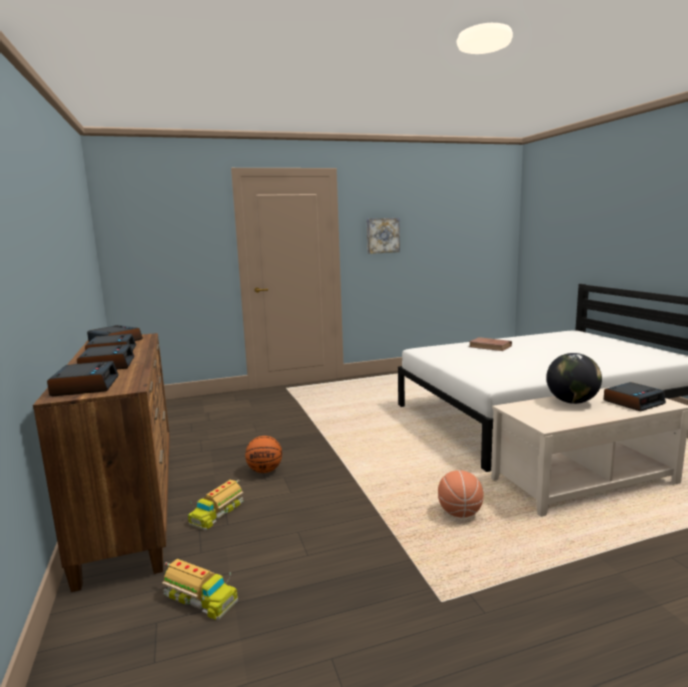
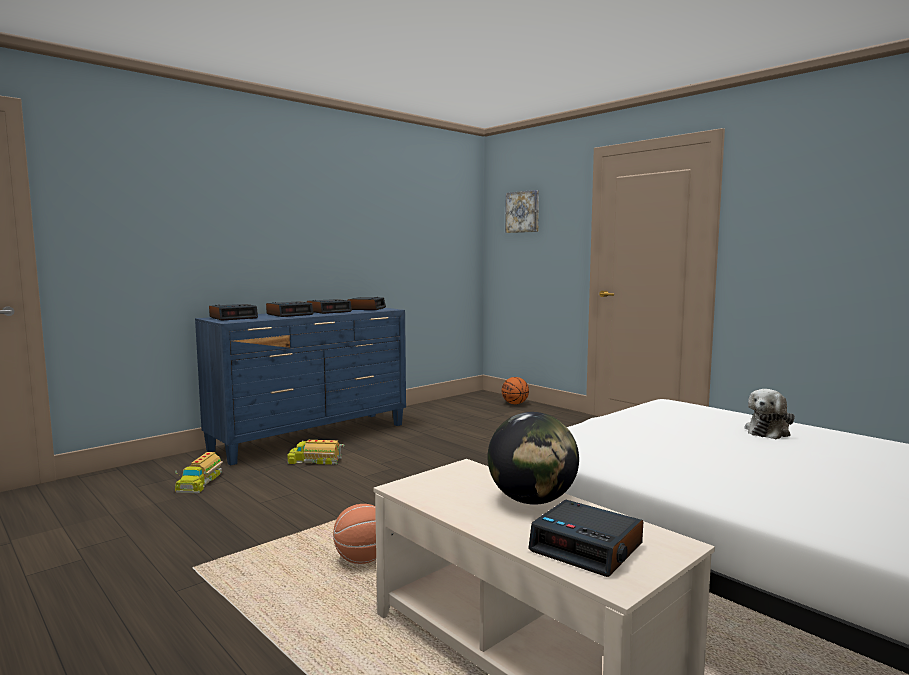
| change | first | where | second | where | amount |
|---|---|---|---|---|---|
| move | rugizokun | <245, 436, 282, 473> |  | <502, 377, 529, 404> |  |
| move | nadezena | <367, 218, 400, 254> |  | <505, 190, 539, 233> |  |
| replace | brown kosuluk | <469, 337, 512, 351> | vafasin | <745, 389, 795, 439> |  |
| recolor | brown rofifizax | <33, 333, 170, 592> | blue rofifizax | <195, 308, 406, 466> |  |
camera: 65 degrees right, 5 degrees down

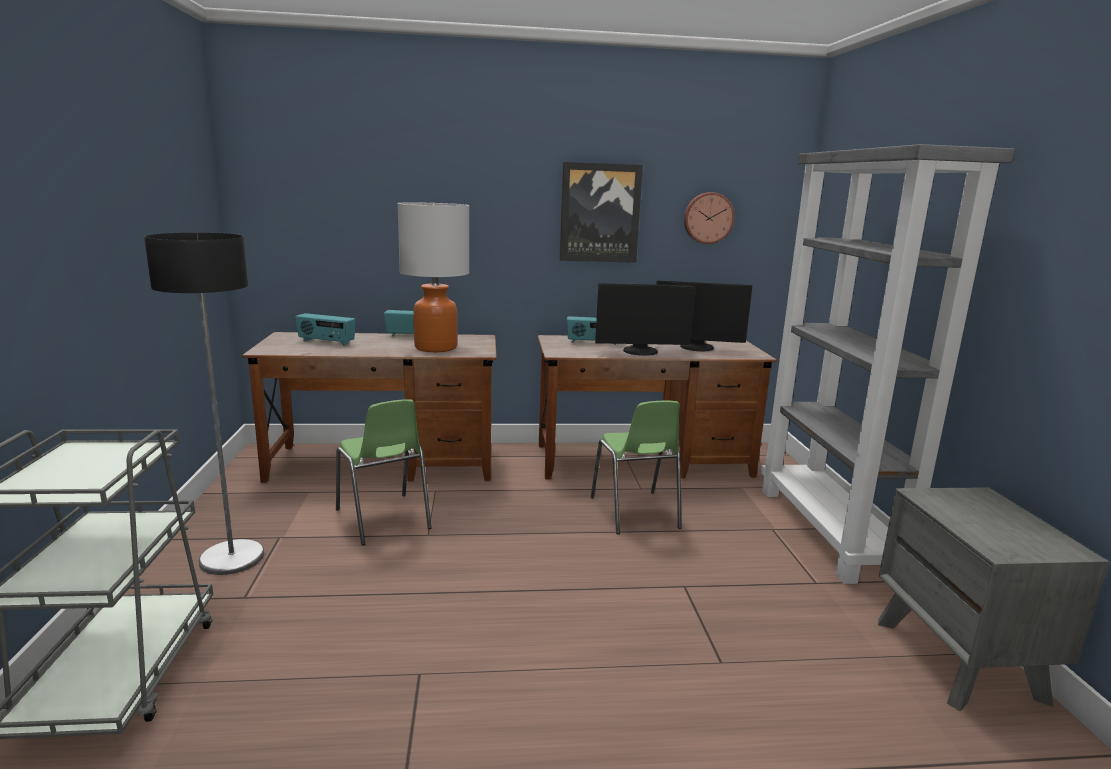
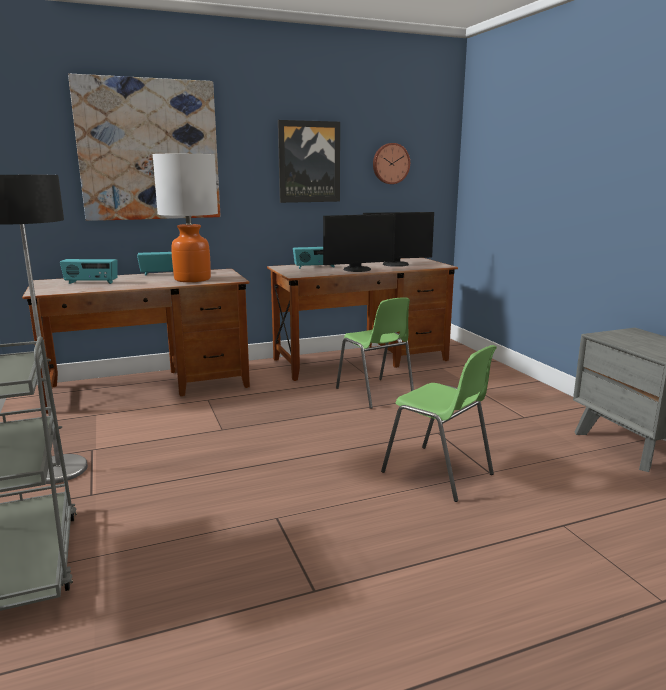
| change | first | where | second | where | amount |
|---|---|---|---|---|---|
| delete | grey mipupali | <761, 144, 1015, 584> |  |  |  |
| insert |  |  | nadezena | <68, 74, 220, 221> |  |
| move | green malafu | <336, 399, 432, 545> |  | <381, 345, 497, 502> |  |
camera: 15 degrees left, 0 degrees up

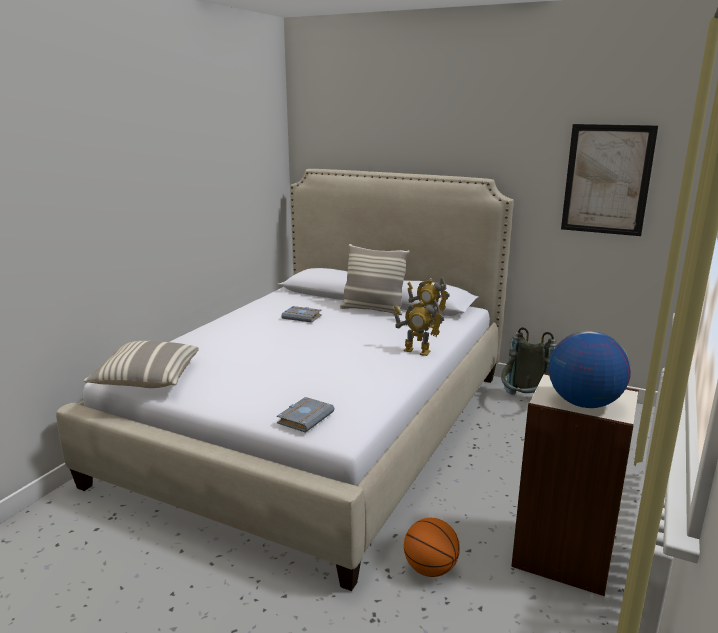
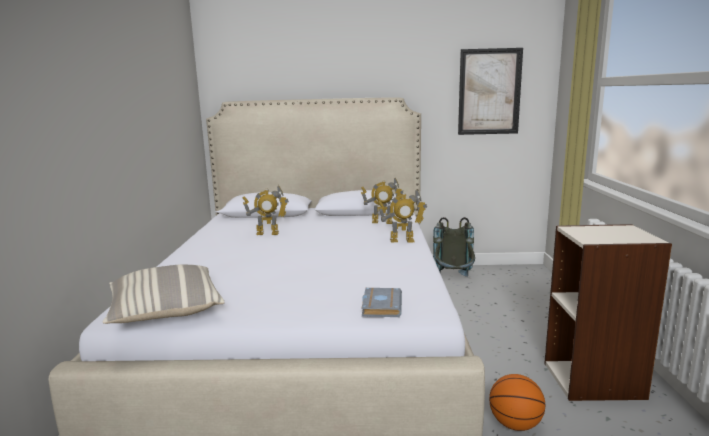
| change | first | where | second | where | amount |
|---|---|---|---|---|---|
| delete | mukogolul | <340, 244, 410, 315> |  |  |  |
| delete | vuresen | <549, 331, 631, 408> |  |  |  |
| replace | grey kosuluk | <281, 306, 322, 323> | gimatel | <243, 185, 289, 235> |  |
camera: 25 degrees left, 5 degrees down

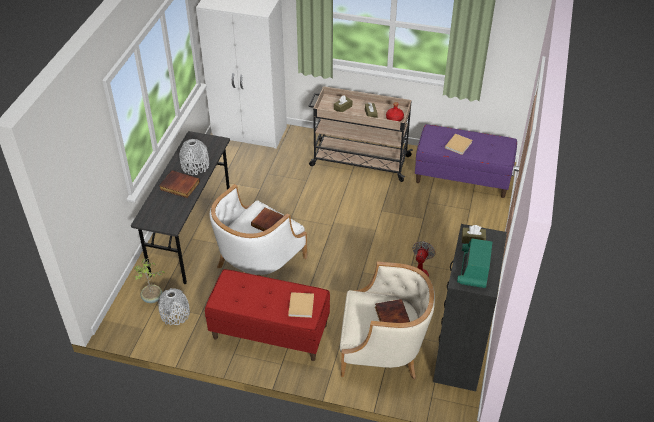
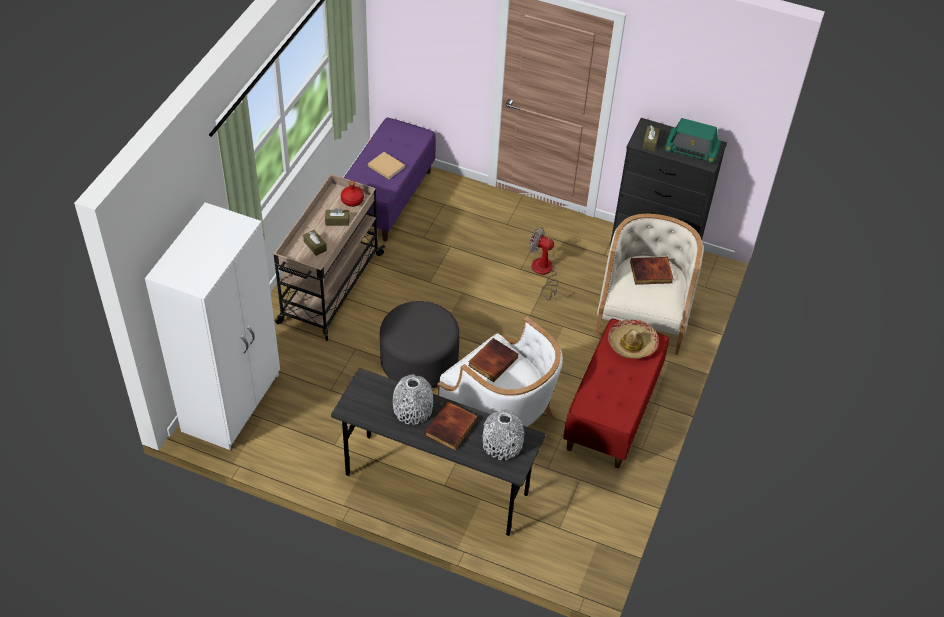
| change | first | where | second | where | amount |
|---|---|---|---|---|---|
| delete | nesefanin | <134, 258, 165, 303> |  |  |  |
| insert |  |  | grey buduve | <380, 301, 460, 388> |  |
| move | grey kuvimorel | <158, 288, 190, 325> |  | <483, 410, 524, 460> |  |
| replace | beige kosuluk | <288, 292, 314, 318> | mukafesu | <608, 320, 659, 359> |  |
camera: 85 degrees left, 5 degrees up

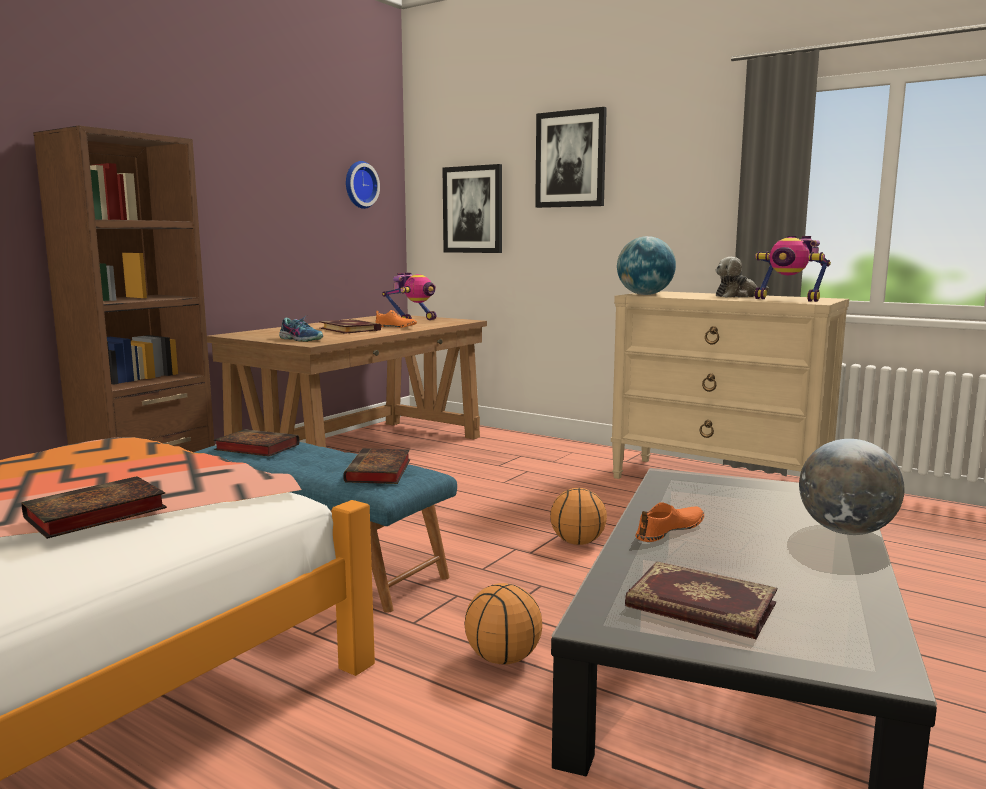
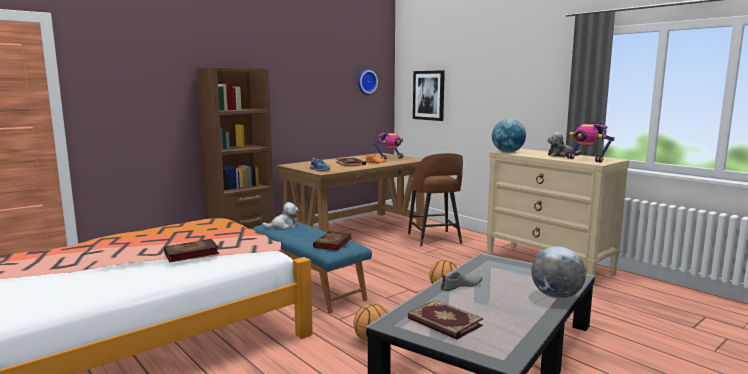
| change | first | where | second | where | amount |
|---|---|---|---|---|---|
| delete | nadezena | <535, 107, 607, 208> |  |  |  |
| insert |  |  | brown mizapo | <408, 153, 463, 247> |  |
| replace | kosuluk | <213, 429, 300, 456> | vafasin | <262, 202, 299, 229> |  |
| recolor | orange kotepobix | <635, 502, 704, 542> | grey kotepobix | <440, 272, 483, 291> |  |
camera: 15 degrees right, 0 degrees up

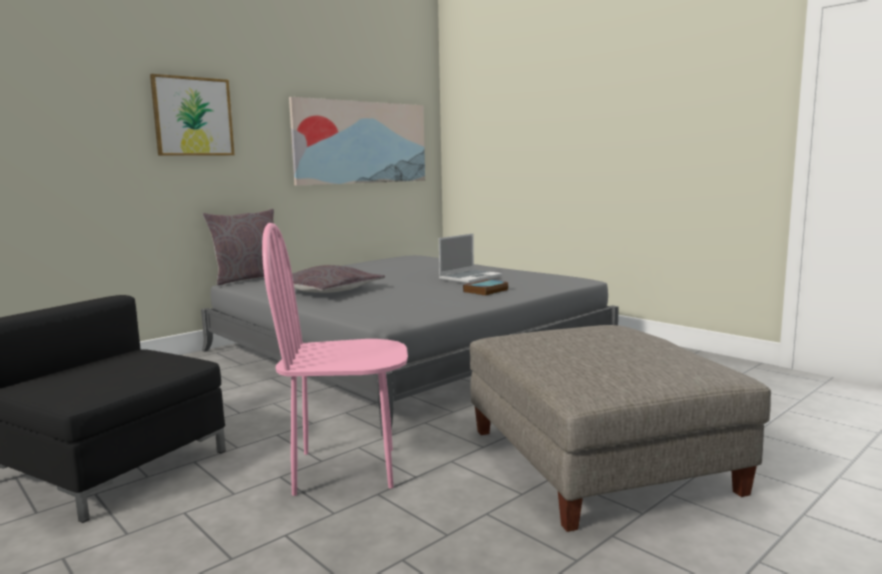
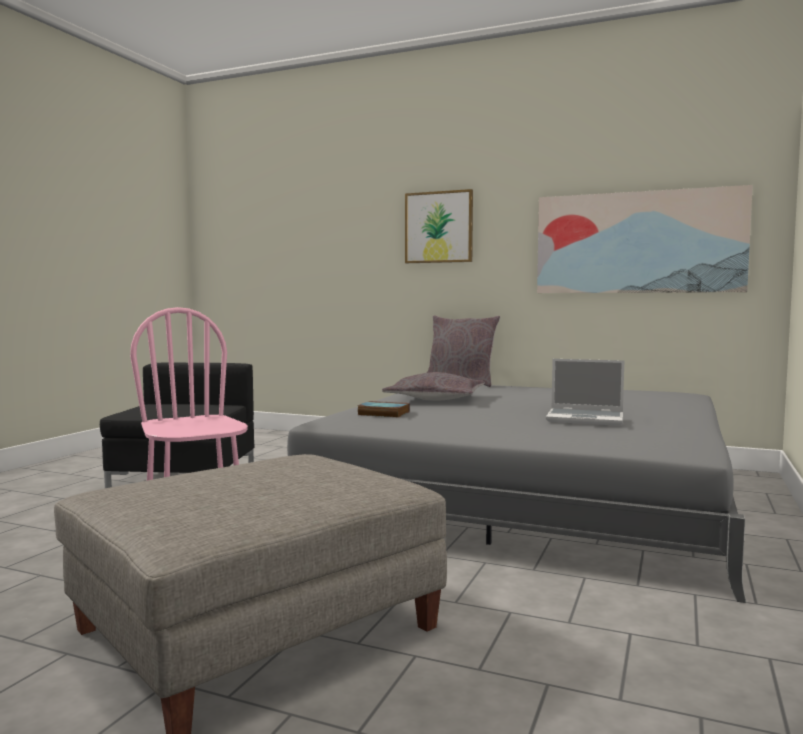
| change | first | where | second | where | amount |
|---|---|---|---|---|---|
| move | kosuluk | <463, 279, 508, 296> |  | <357, 401, 410, 417> |  |
camera: 65 degrees right, 5 degrees down

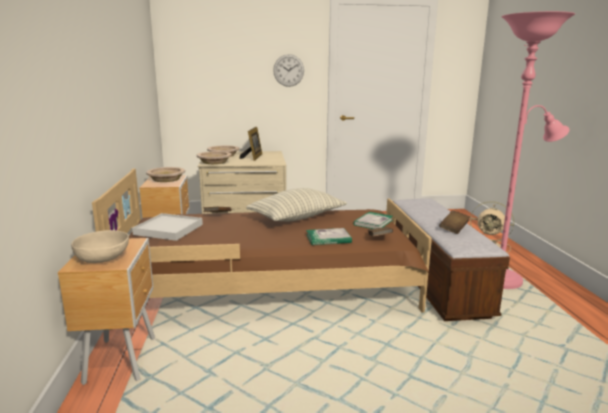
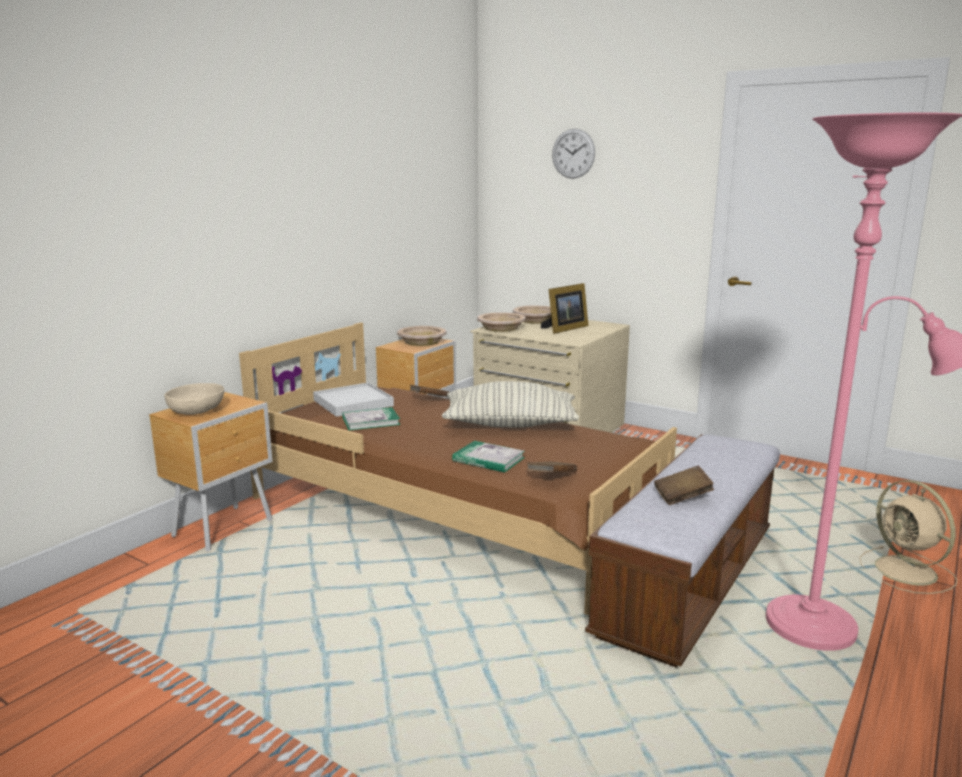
| change | first | where | second | where | amount |
|---|---|---|---|---|---|
| move | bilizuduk | <273, 54, 304, 87> |  | <552, 129, 595, 179> |  |
| move | kosuluk | <353, 212, 393, 229> |  | <342, 407, 400, 431> |  |
camera: 40 degrees right, 0 degrees up

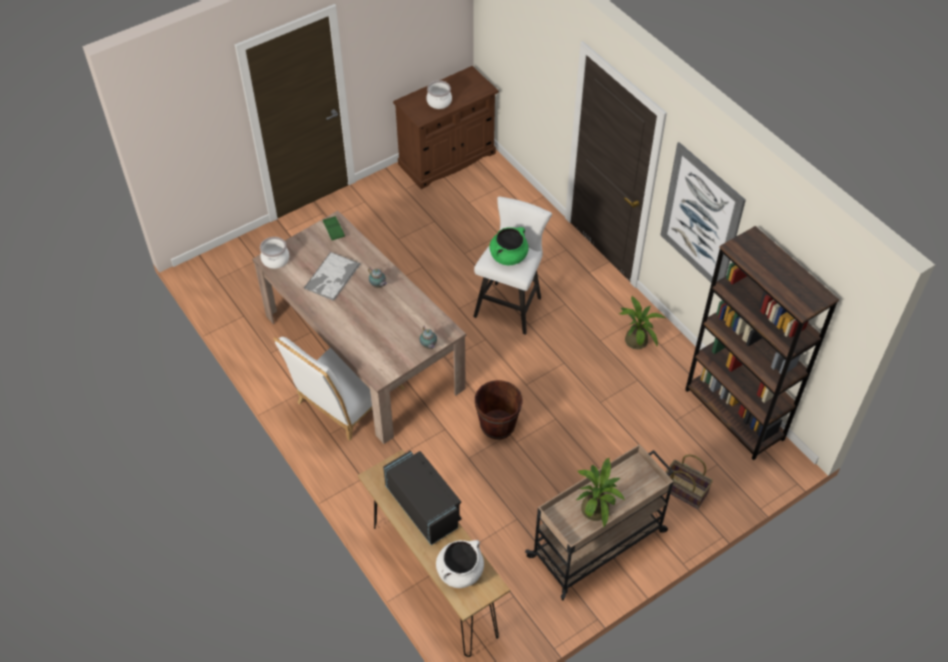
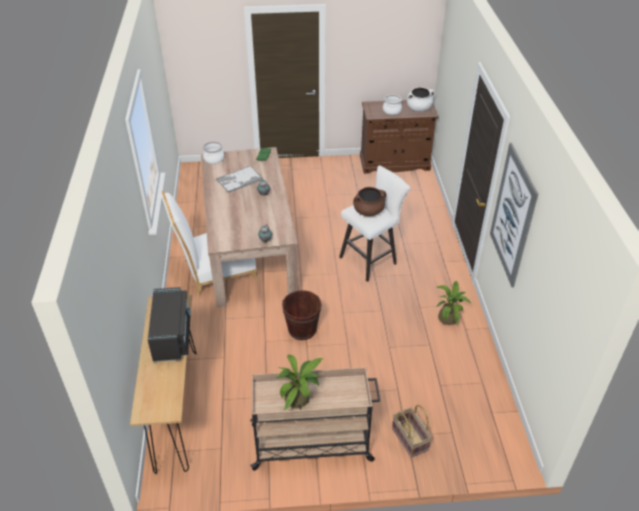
| change | first | where | second | where | amount |
|---|---|---|---|---|---|
| delete | brown mipupali | <685, 226, 839, 460> |  |  |  |
| move | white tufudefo | <436, 540, 484, 588> |  | <407, 87, 434, 111> |  |
| recolor | green tufudefo | <489, 227, 529, 265> | brown tufudefo | <353, 187, 386, 216> |  |
camera: 30 degrees right, 10 degrees down

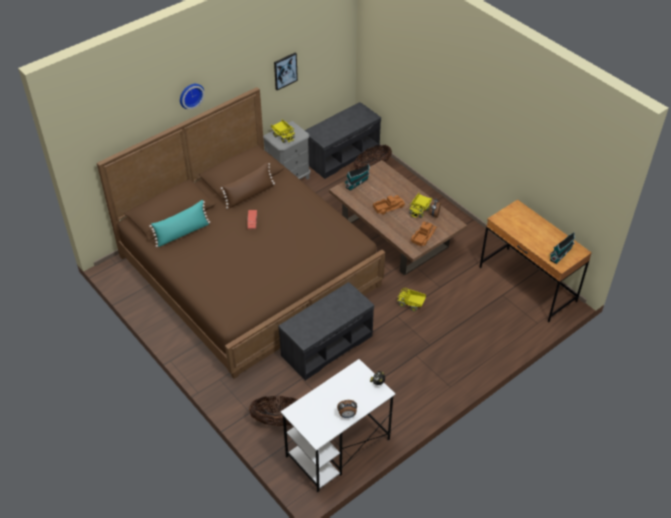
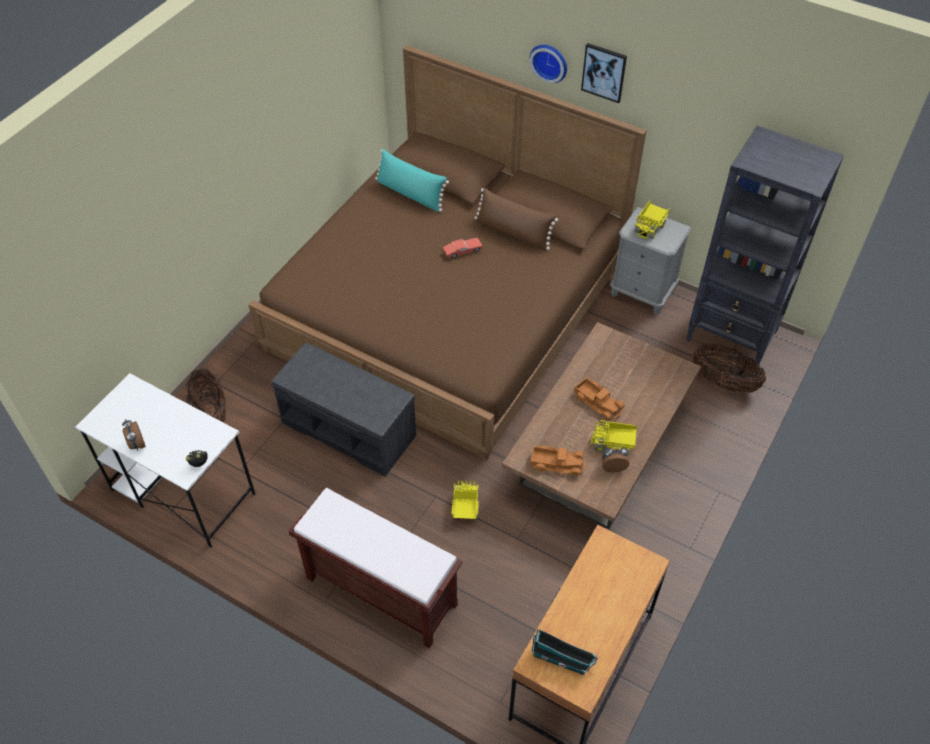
| change | first | where | second | where | amount |
|---|---|---|---|---|---|
| delete | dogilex | <345, 164, 370, 191> |  |  |  |
| insert |  |  | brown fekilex | <289, 488, 462, 649> |  |
| move | nadezena | <274, 53, 298, 90> |  | <581, 43, 627, 103> |  |
| replace | grey fekilex | <305, 102, 381, 179> | black mipupali | <686, 126, 844, 365> |  |
camera: 70 degrees right, 5 degrees up

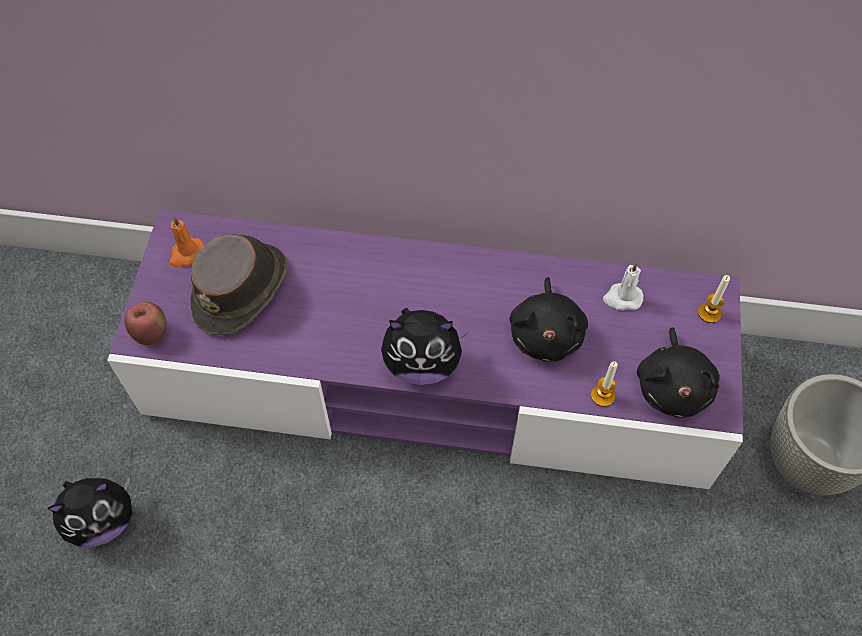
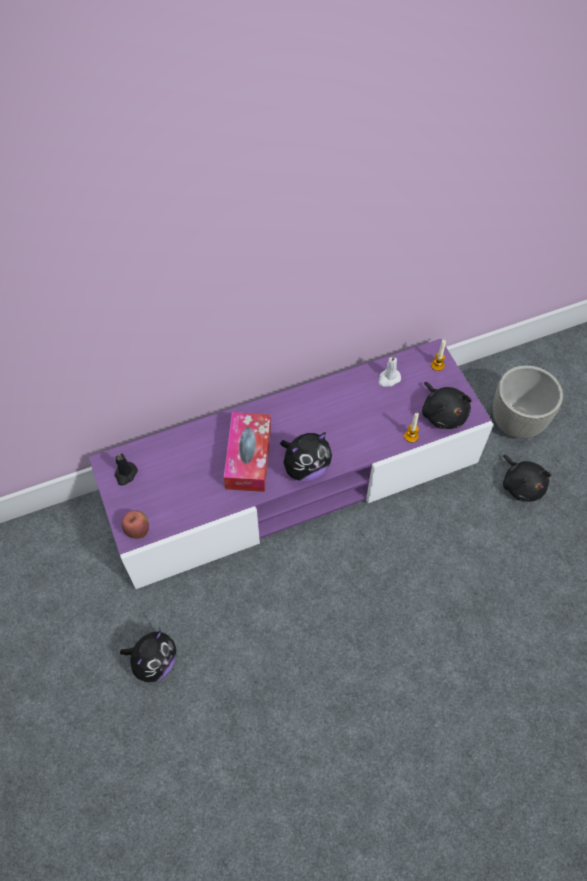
| change | first | where | second | where | amount |
|---|---|---|---|---|---|
| delete | brown mukafesu | <190, 234, 287, 336> |  |  |  |
| insert |  |  | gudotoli | <224, 412, 271, 492> |  |
| move | black vafasin | <510, 277, 588, 362> |  | <503, 455, 551, 502> |  |
| recolor | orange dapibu | <169, 216, 204, 267> | black dapibu | <115, 453, 138, 486> |  |
camera: 30 degrees left, 0 degrees up

